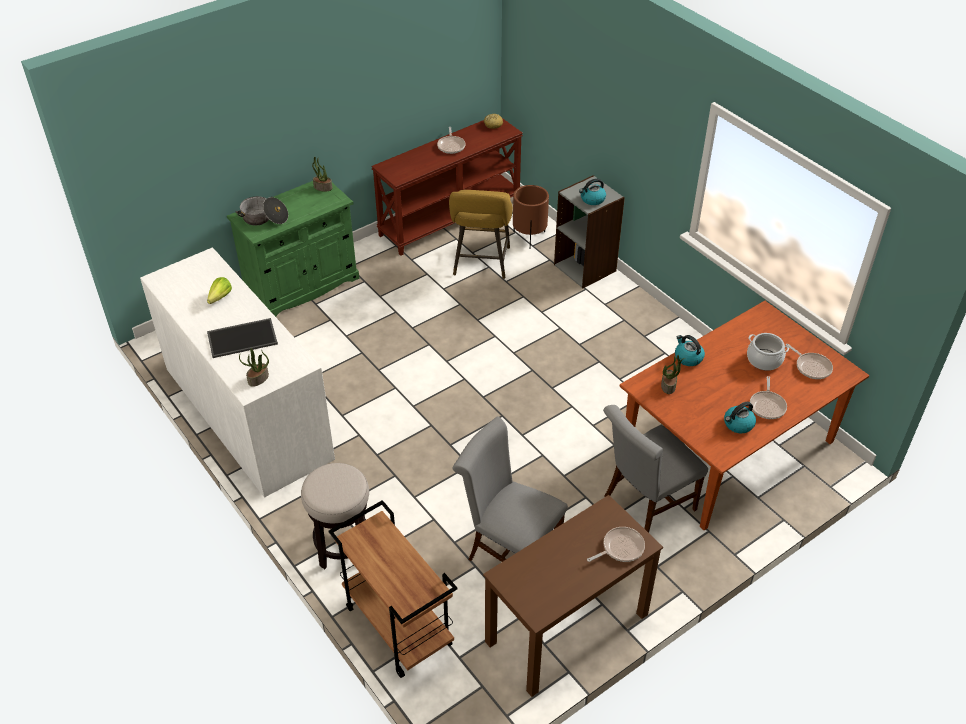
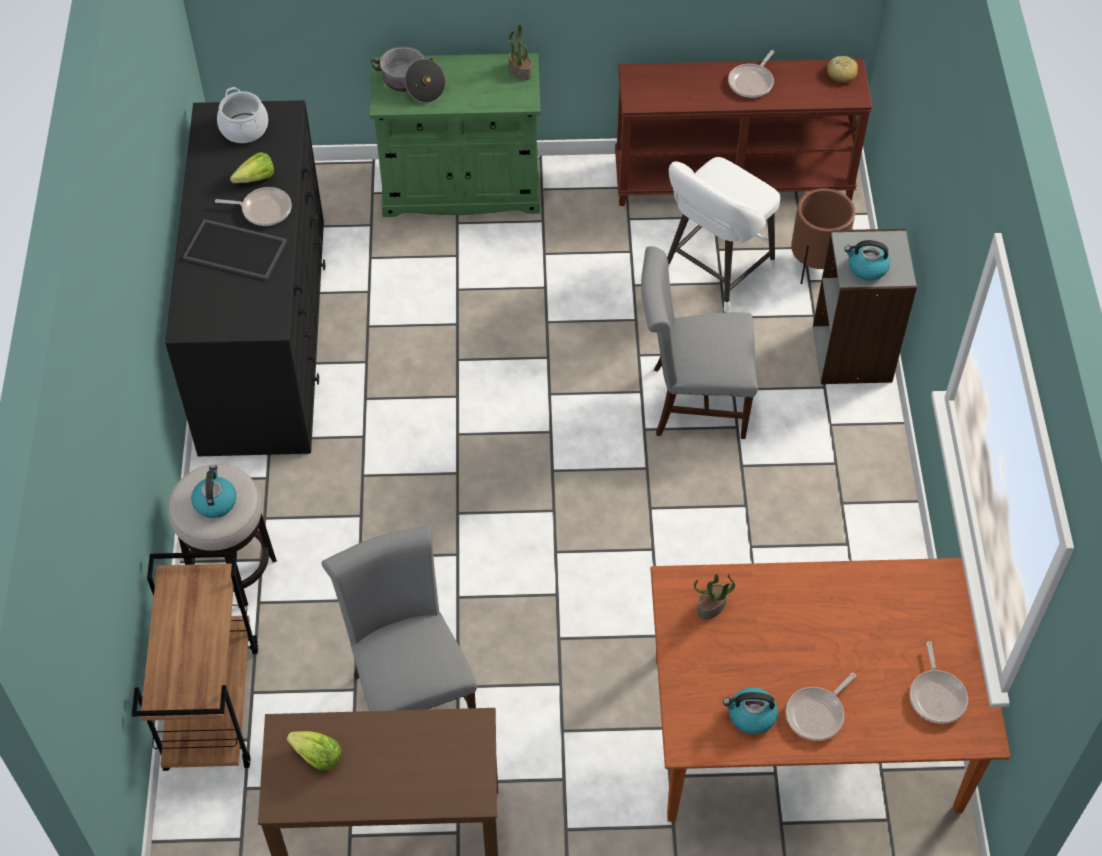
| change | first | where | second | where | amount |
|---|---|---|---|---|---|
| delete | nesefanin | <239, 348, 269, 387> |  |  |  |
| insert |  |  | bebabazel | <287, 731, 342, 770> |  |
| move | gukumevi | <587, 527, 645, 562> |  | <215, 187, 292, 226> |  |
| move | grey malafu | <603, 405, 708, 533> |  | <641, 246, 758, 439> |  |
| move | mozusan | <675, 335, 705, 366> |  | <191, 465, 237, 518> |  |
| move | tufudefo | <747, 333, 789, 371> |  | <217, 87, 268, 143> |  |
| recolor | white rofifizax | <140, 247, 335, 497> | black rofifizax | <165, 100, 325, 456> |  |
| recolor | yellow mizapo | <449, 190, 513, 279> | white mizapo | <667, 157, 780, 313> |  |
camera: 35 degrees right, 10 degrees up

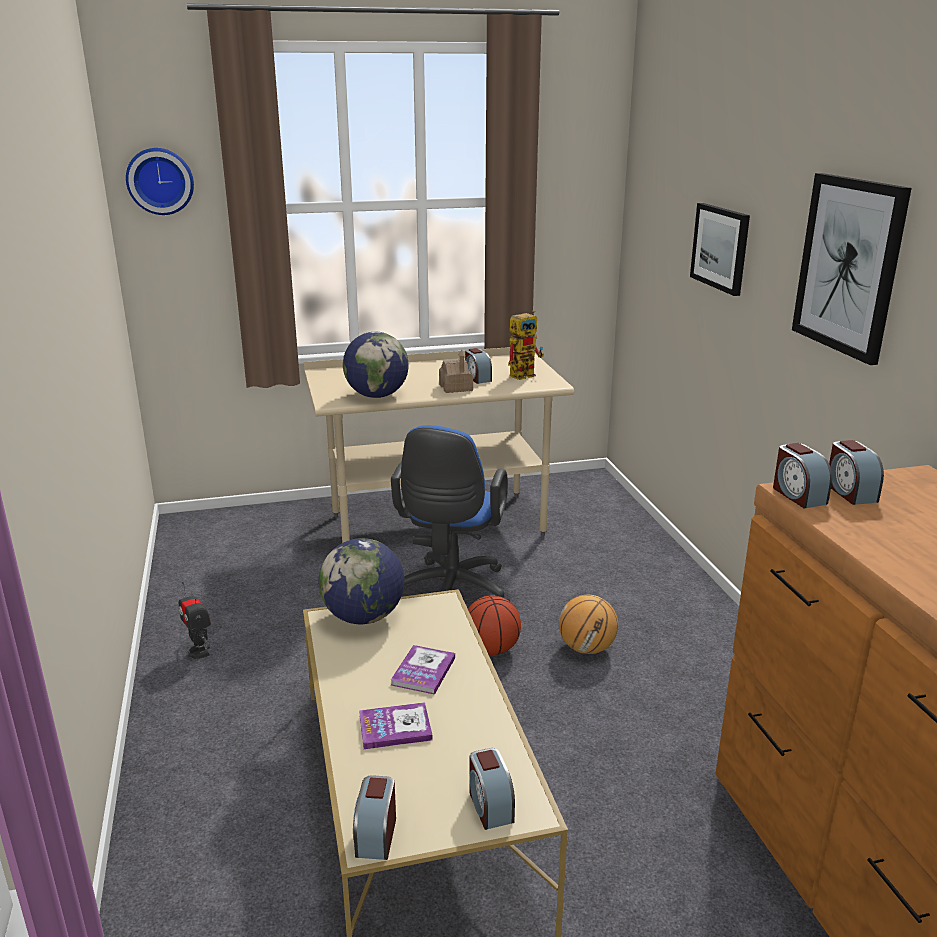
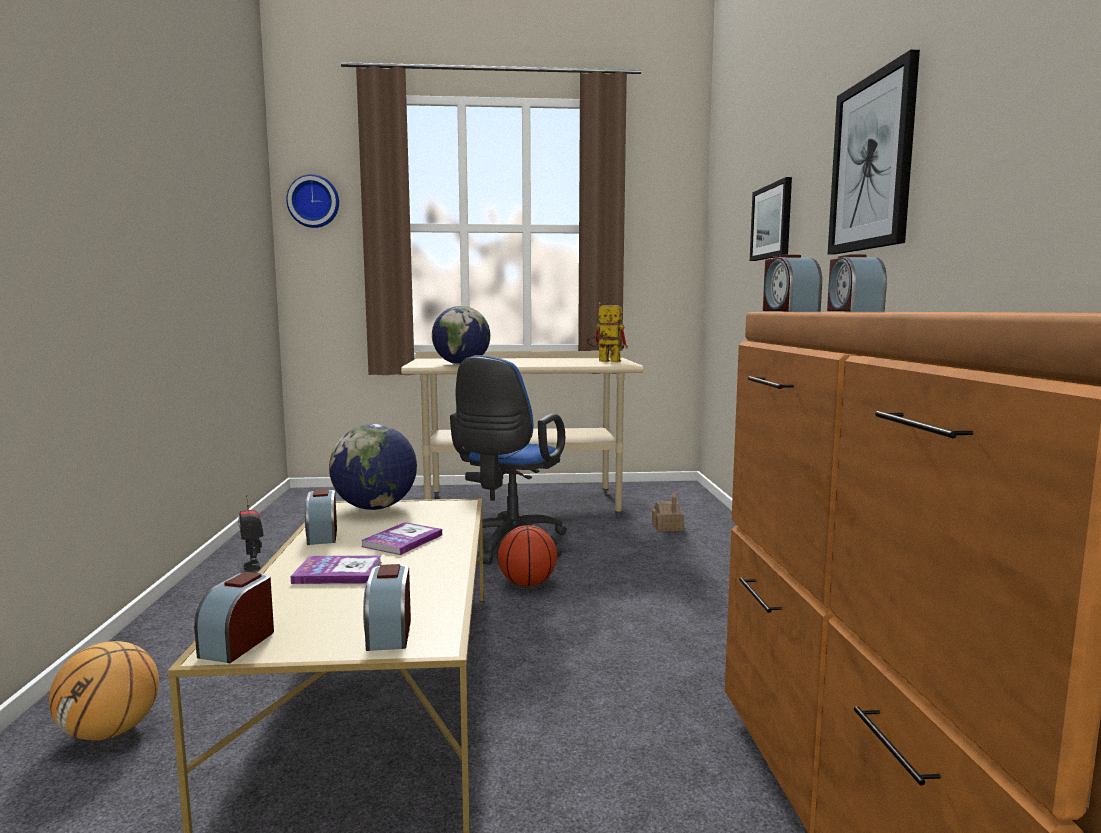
| change | first | where | second | where | amount |
|---|---|---|---|---|---|
| move | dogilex | <439, 350, 473, 393> |  | <652, 492, 684, 532> |  |
| move | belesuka | <465, 348, 492, 384> |  | <305, 489, 337, 545> |  |
| move | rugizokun | <559, 595, 618, 654> |  | <49, 641, 159, 740> |  |
| rotate | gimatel | <508, 310, 544, 380> |  | <587, 302, 628, 362> | 135 degrees counterclockwise |
camera: 10 degrees right, 15 degrees down

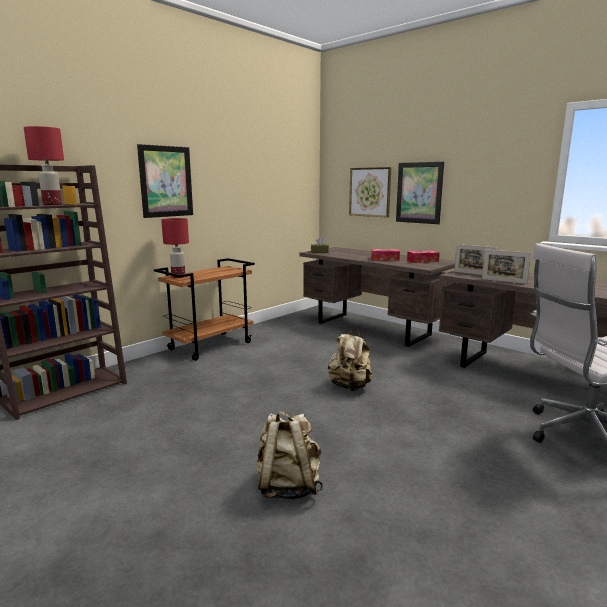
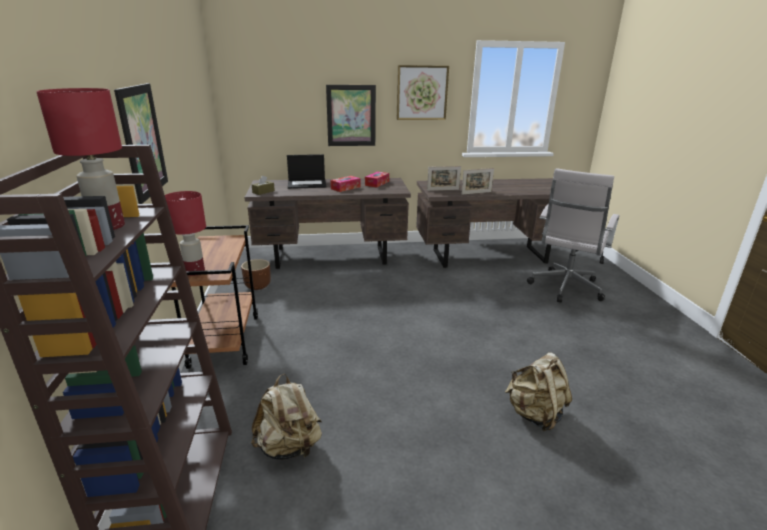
| change | first | where | second | where | amount |
|---|---|---|---|---|---|
| insert |  |  | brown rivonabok | <241, 259, 271, 290> |  |
| insert |  |  | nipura | <287, 154, 326, 189> |  |
| move | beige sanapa | <328, 328, 373, 391> |  | <251, 374, 322, 460> |  |
| move | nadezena | <349, 167, 391, 218> |  | <397, 65, 449, 120> |  |
camera: 50 degrees left, 10 degrees up

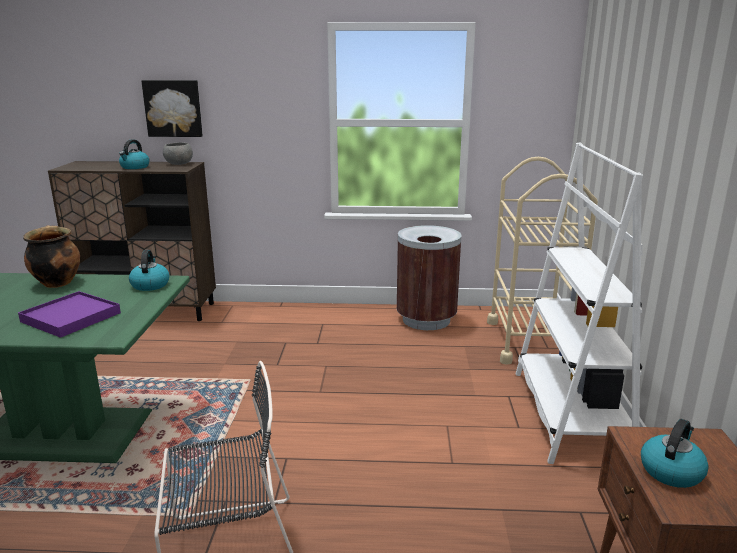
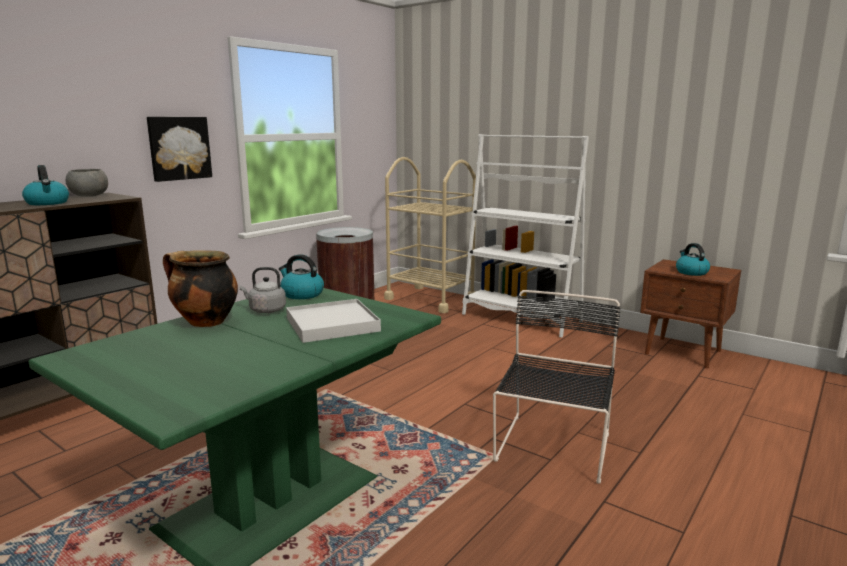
| change | first | where | second | where | amount |
|---|---|---|---|---|---|
| insert |  |  | grey mozusan | <240, 267, 286, 313> |  |
| move | nadezena | <141, 80, 203, 137> |  | <147, 117, 212, 182> |  |
| recolor | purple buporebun | <18, 291, 121, 338> | white buporebun | <286, 299, 381, 343> |  |
camera: 55 degrees left, 5 degrees down

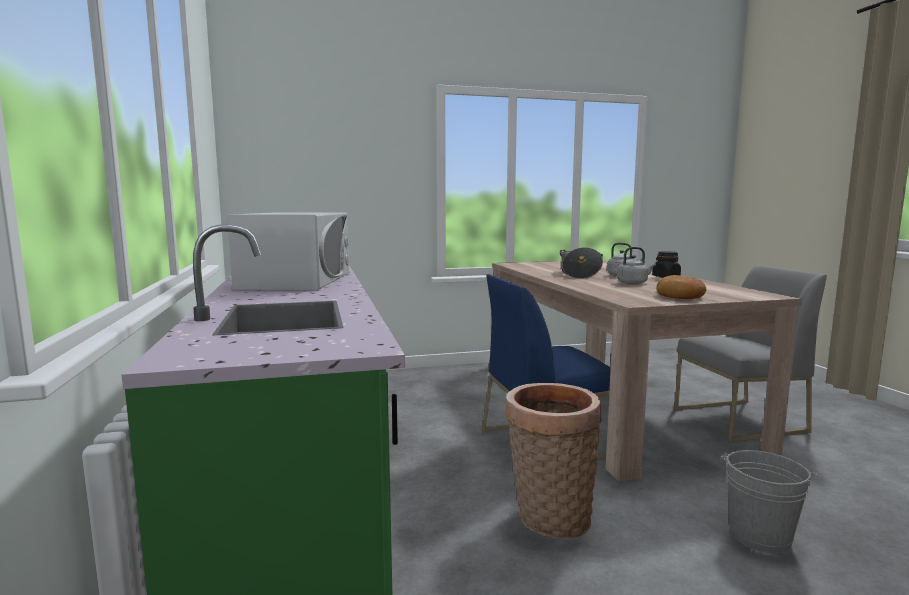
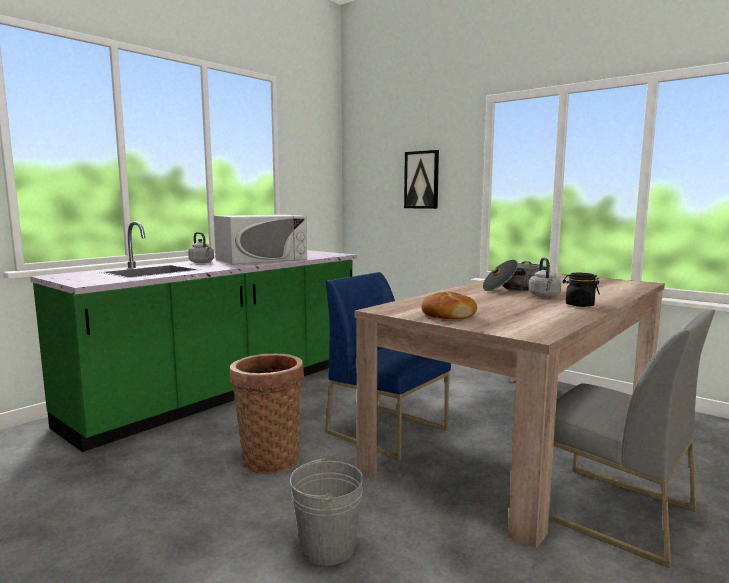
| change | first | where | second | where | amount |
|---|---|---|---|---|---|
| insert |  |  | nadezena | <404, 150, 439, 209> |  |
| move | grey mozusan | <617, 247, 656, 284> |  | <188, 232, 214, 263> |  |
camera: 55 degrees right, 0 degrees up

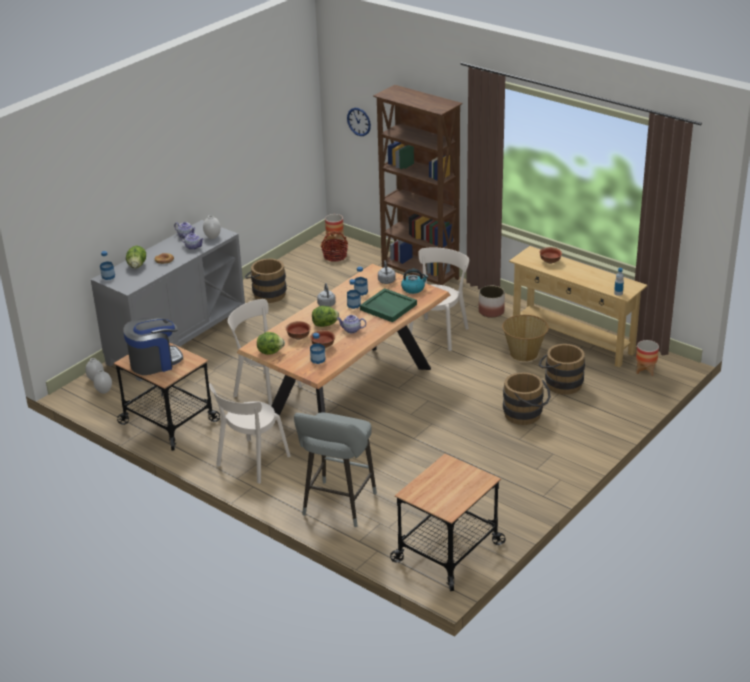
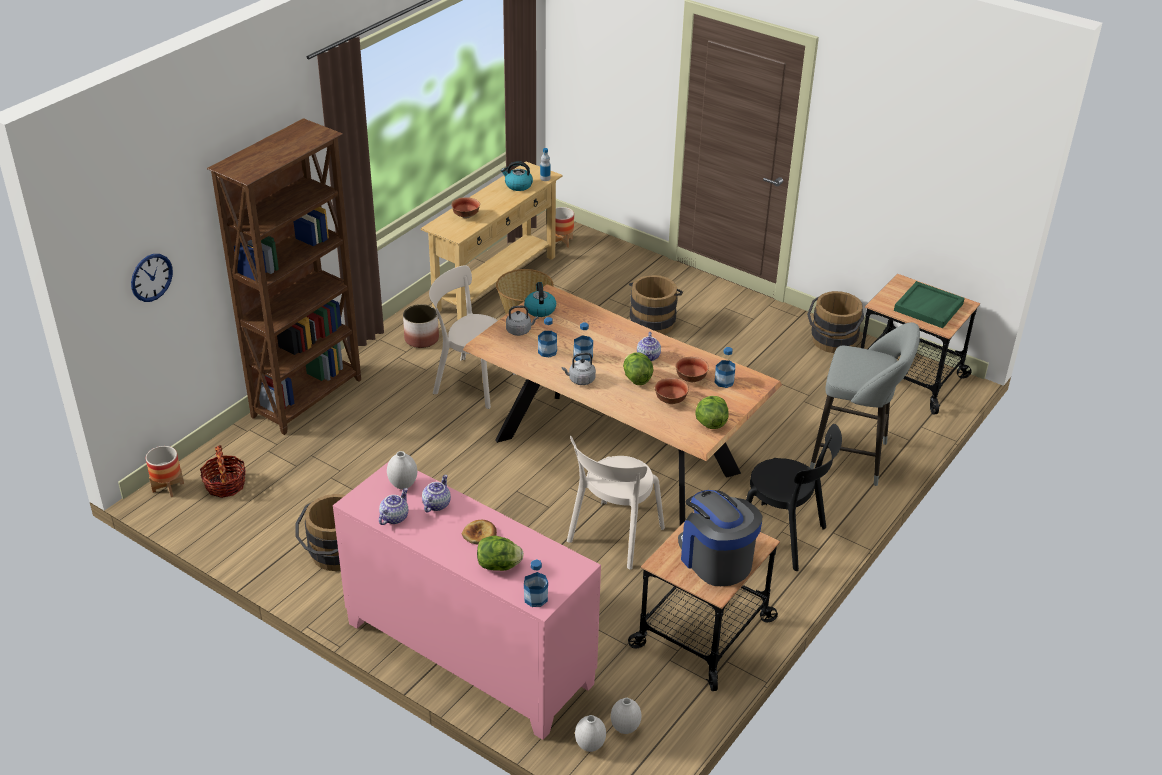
| change | first | where | second | where | amount |
|---|---|---|---|---|---|
| insert |  |  | mozusan | <501, 161, 533, 191> |  |
| move | green buporebun | <360, 288, 417, 322> |  | <894, 281, 965, 328> |  |
| move | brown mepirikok | <539, 344, 585, 395> |  | <807, 291, 864, 353> |  |
| recolor | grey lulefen | <91, 220, 245, 381> | pink lulefen | <333, 462, 601, 740> |  |
| recolor | beige malafu | <209, 383, 291, 484> | black malafu | <746, 424, 842, 571> |  |
camera: 95 degrees left, 5 degrees up

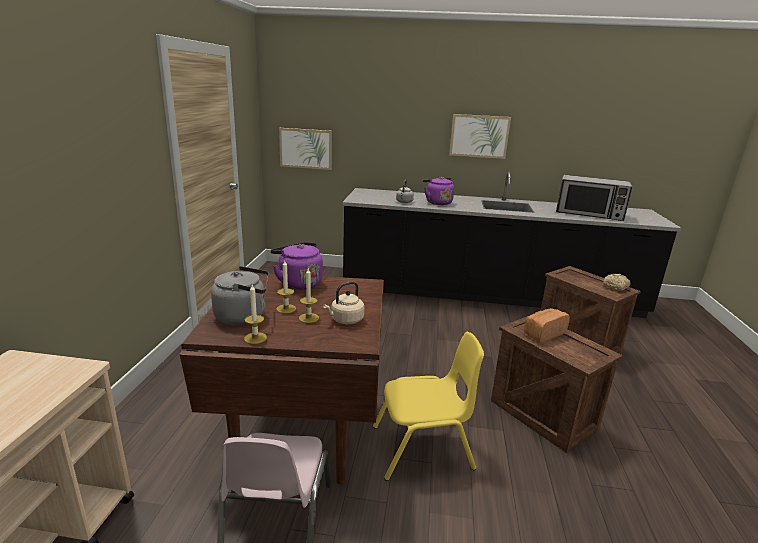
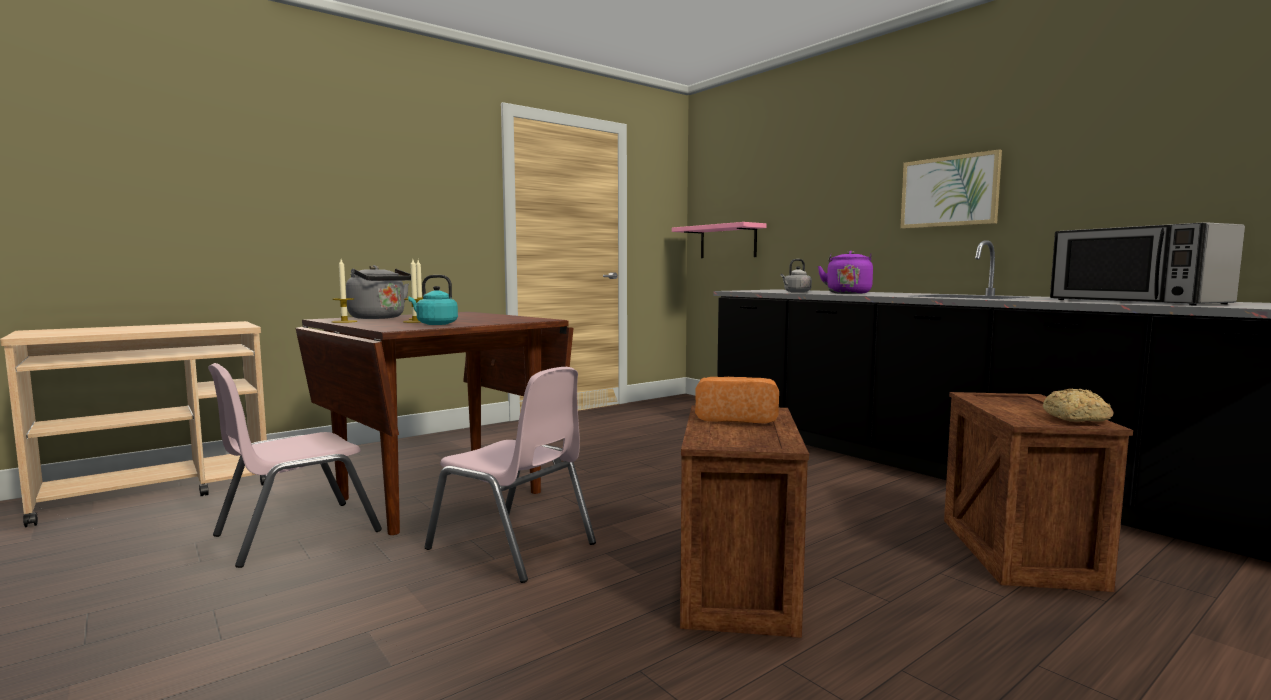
| change | first | where | second | where | amount |
|---|---|---|---|---|---|
| delete | purple mozusan | <271, 242, 323, 290> |  |  |  |
| replace | nadezena | <279, 128, 332, 170> | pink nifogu | <672, 222, 767, 258> |  |
| recolor | beige mozusan | <323, 281, 364, 324> | turquoise mozusan | <408, 275, 458, 325> |  |
| recolor | yellow malafu | <373, 332, 484, 481> | pink malafu | <425, 367, 596, 583> |  |
camera: 45 degrees right, 15 degrees down

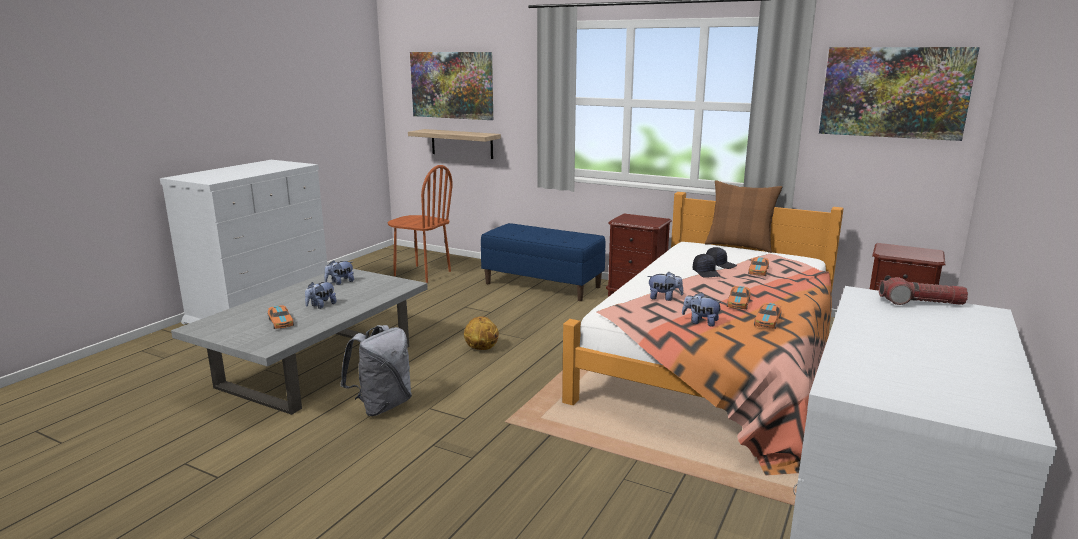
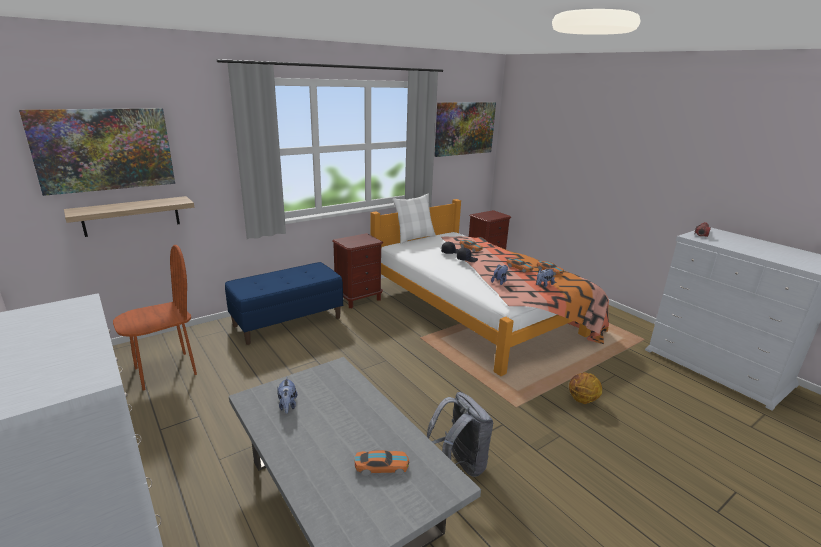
| change | first | where | second | where | amount |
|---|---|---|---|---|---|
| delete | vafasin | <305, 282, 337, 309> |  |  |  |
| move | rugizokun | <464, 316, 499, 350> |  | <569, 373, 602, 404> |  |
| recolor | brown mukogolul | <705, 180, 783, 253> | white mukogolul | <393, 194, 436, 243> |  |
camera: 65 degrees left, 5 degrees up

